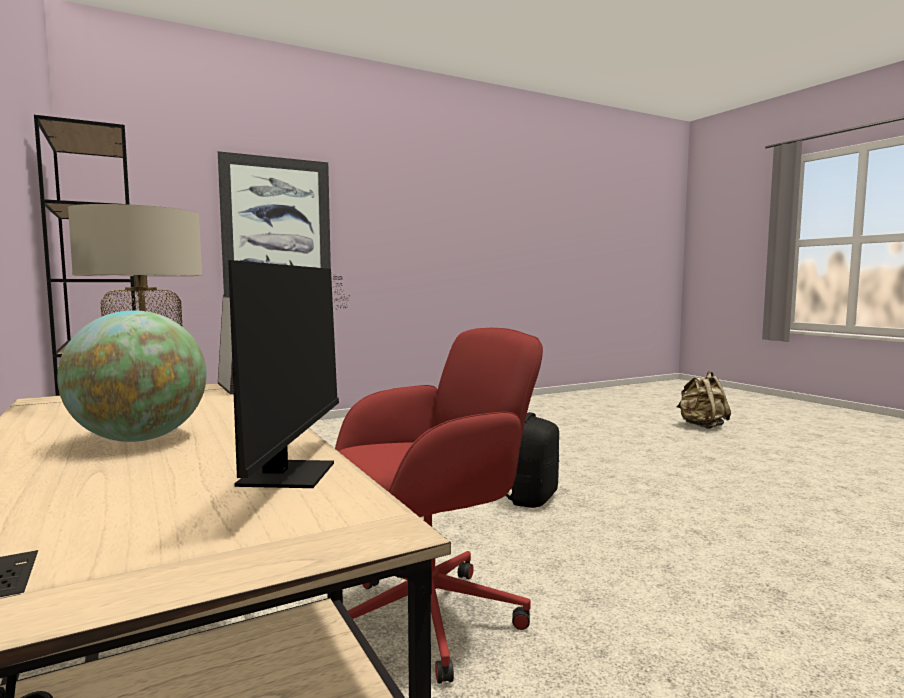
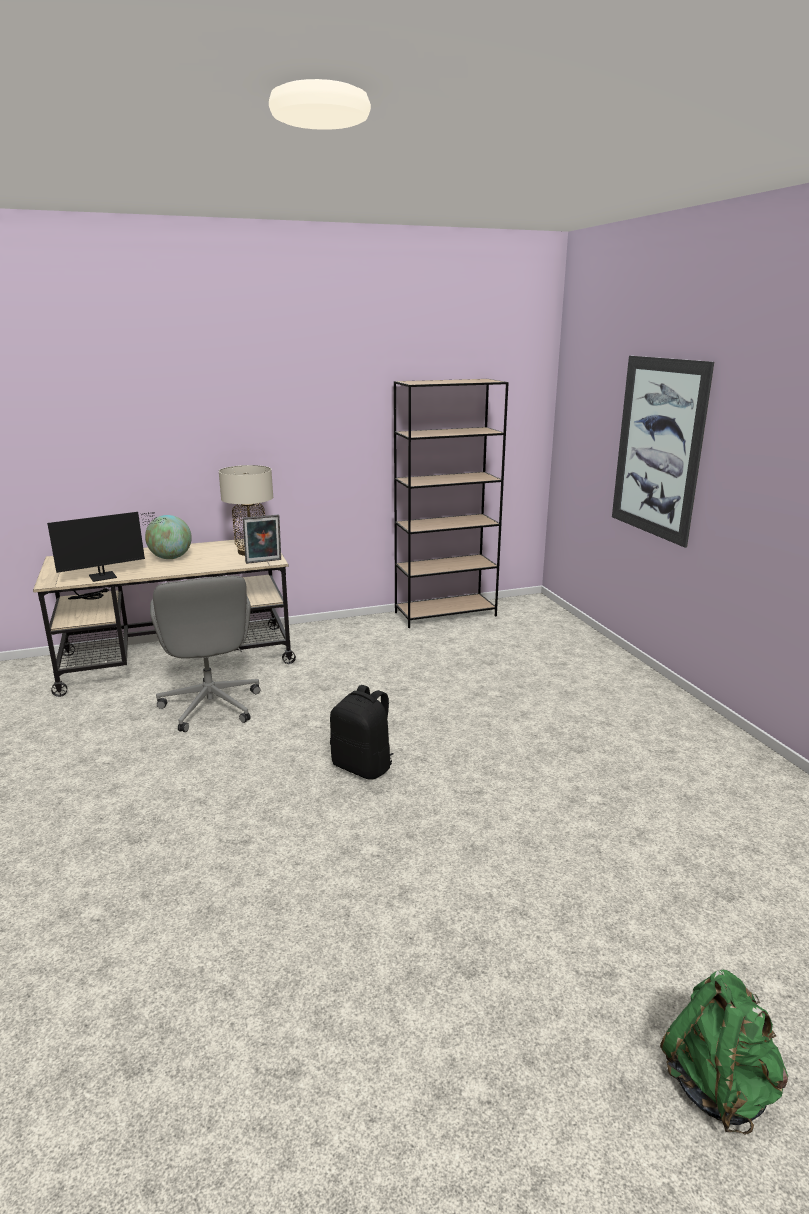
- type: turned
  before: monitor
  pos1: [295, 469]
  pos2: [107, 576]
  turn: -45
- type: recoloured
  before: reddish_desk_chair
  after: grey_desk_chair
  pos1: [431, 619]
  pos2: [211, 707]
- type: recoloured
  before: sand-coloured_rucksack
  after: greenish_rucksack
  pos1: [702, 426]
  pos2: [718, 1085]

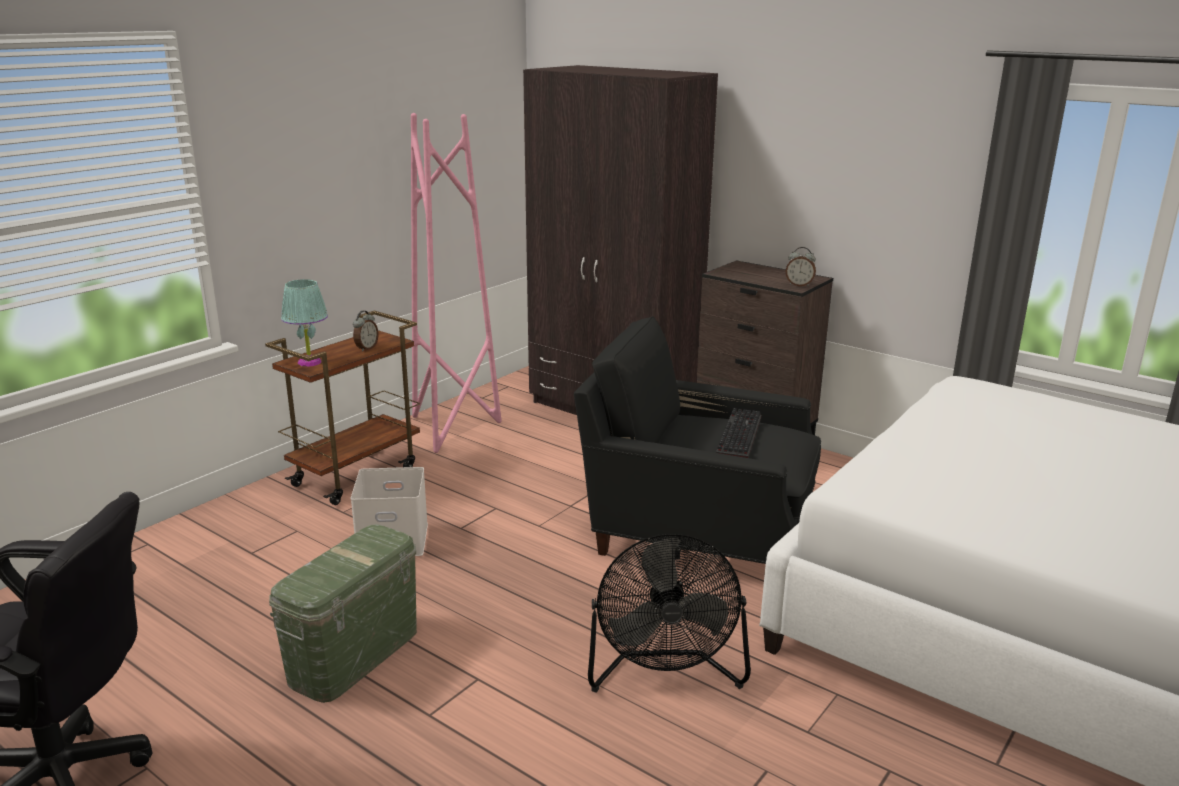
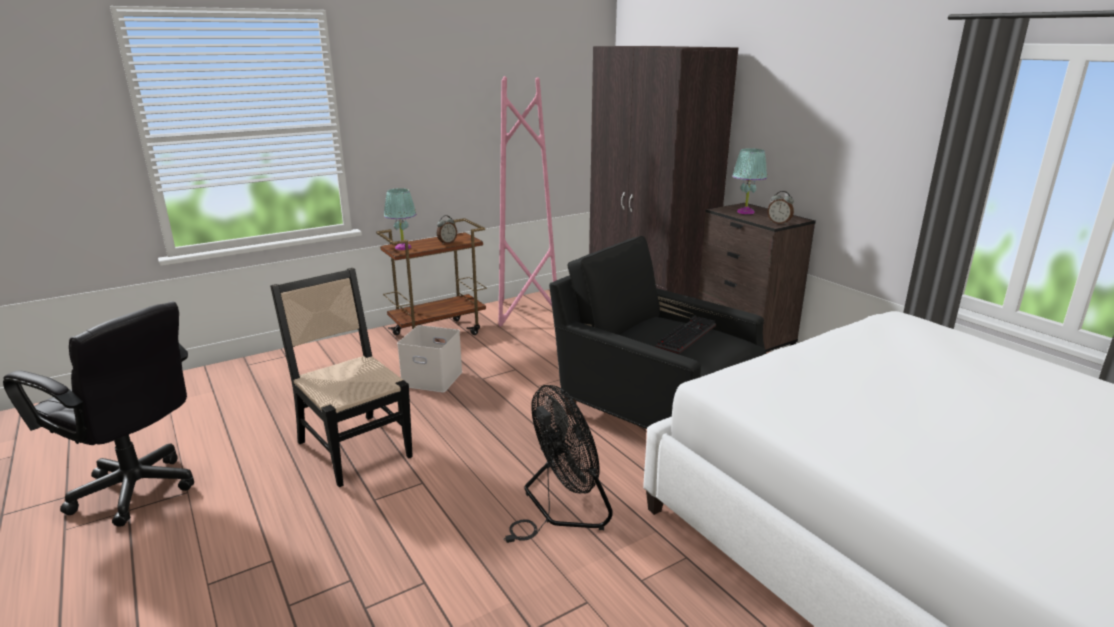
- type: replaced
  before: greenish_storage_box
  after: chair
  pos1: [354, 655]
  pos2: [355, 449]
- type: turned
  before: blackish_electric_fan
  pos1: [658, 669]
  pos2: [554, 505]
  turn: -135
- type: added
  after: turquoise_tabletop_lamp
  pos2: [746, 212]

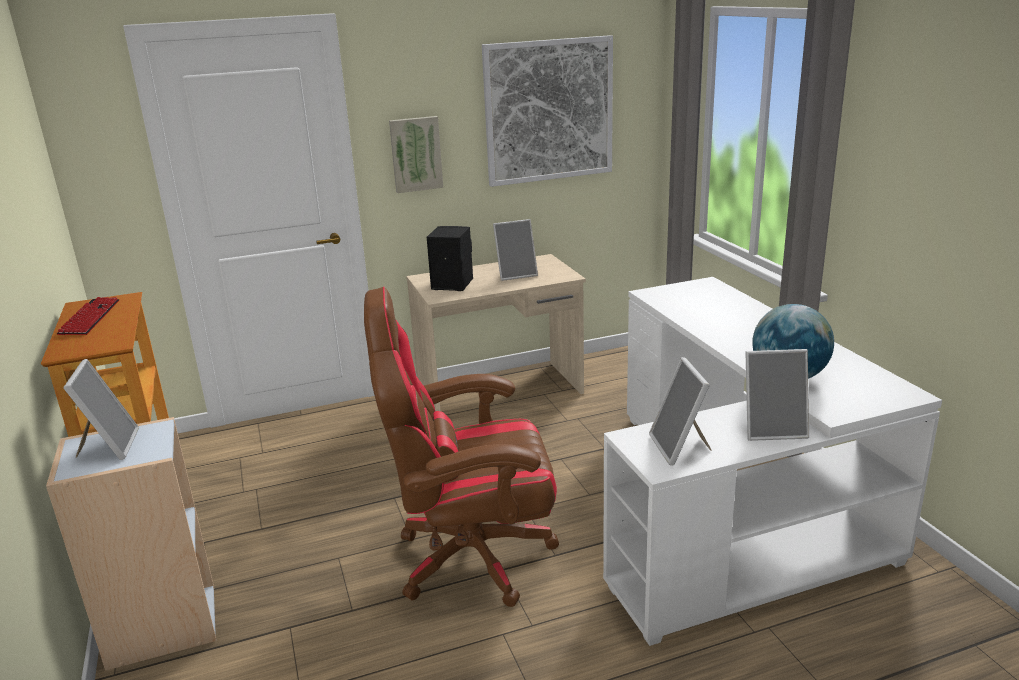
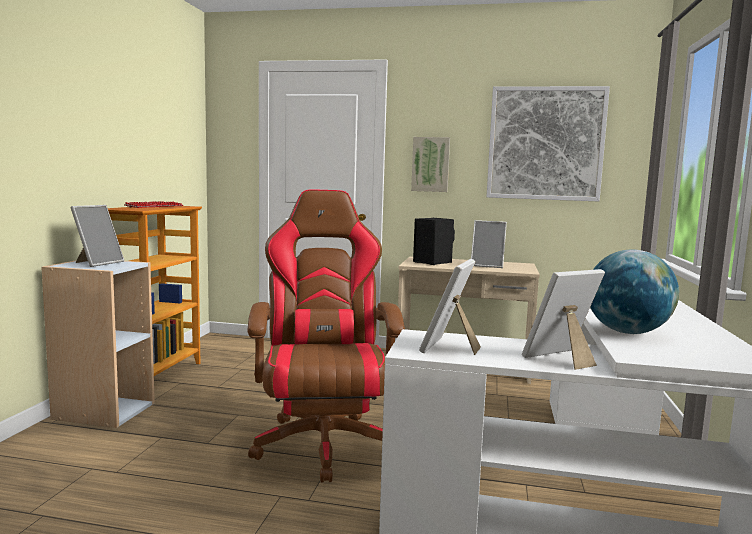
- type: turned
  before: brown_desk_chair
  pos1: [474, 556]
  pos2: [323, 445]
  turn: 60
- type: turned
  before: standing_frame
  pos1: [773, 429]
  pos2: [562, 359]
  turn: 120

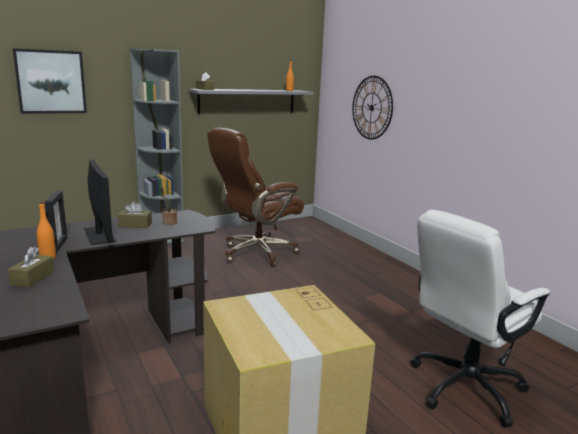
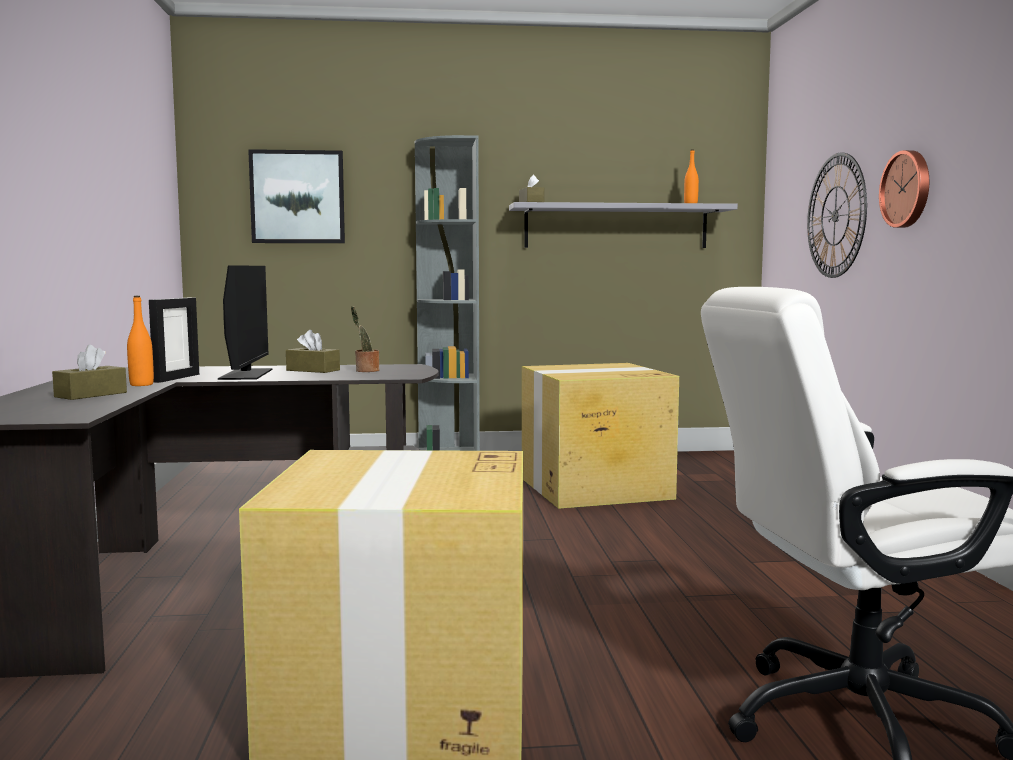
- type: replaced
  before: brown_desk_chair
  after: packing_box
  pos1: [255, 254]
  pos2: [593, 488]
- type: added
  after: wall_clock
  pos2: [907, 189]

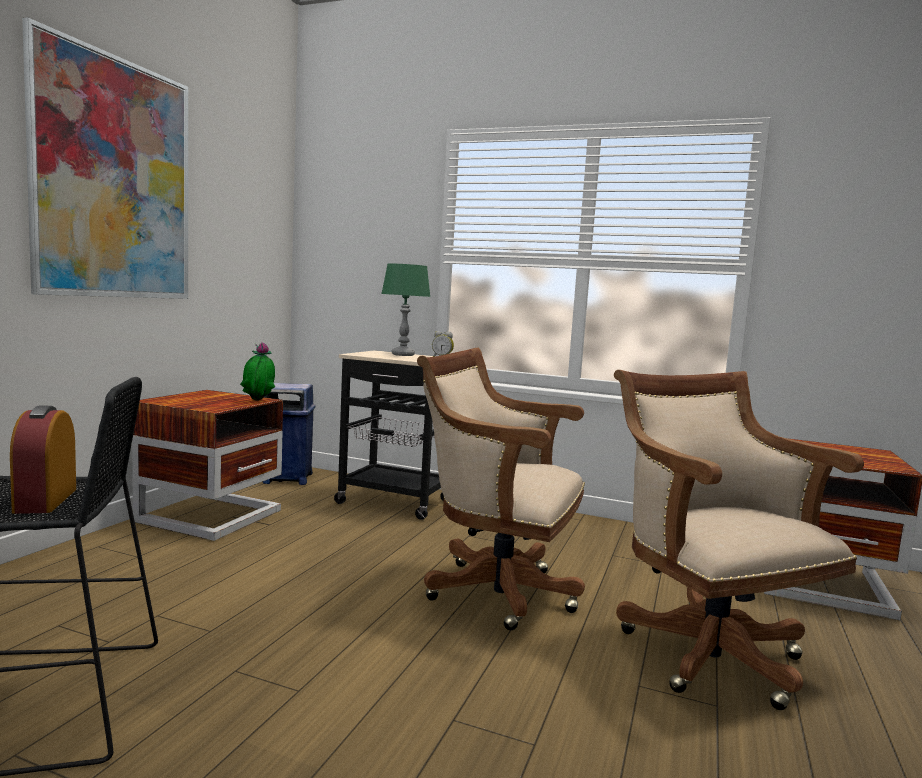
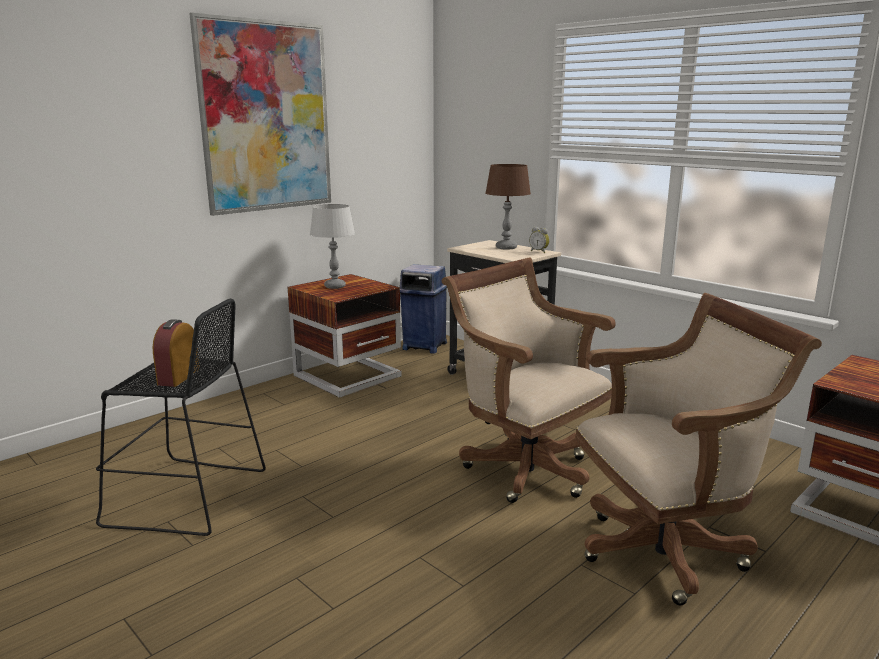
- type: recoloured
  before: greenish_tabletop_lamp
  after: brown_tabletop_lamp
  pos1: [402, 355]
  pos2: [506, 247]
- type: removed
  before: potted_plant
  pos1: [258, 401]
- type: turned
  before: desk_chair
  pos1: [705, 652]
  pos2: [668, 551]
  turn: 75
- type: added
  after: grey_tabletop_lamp
  pos2: [334, 286]

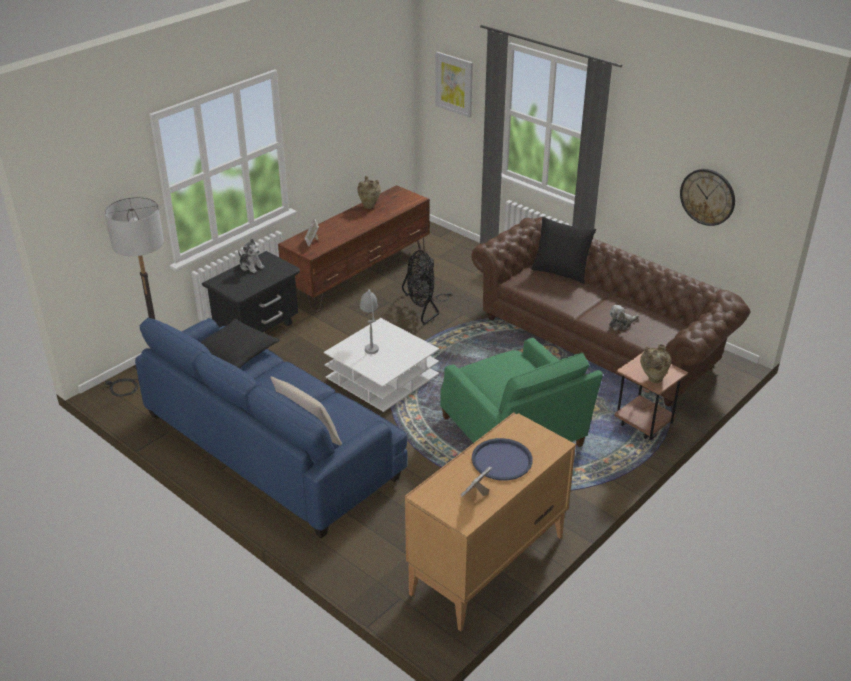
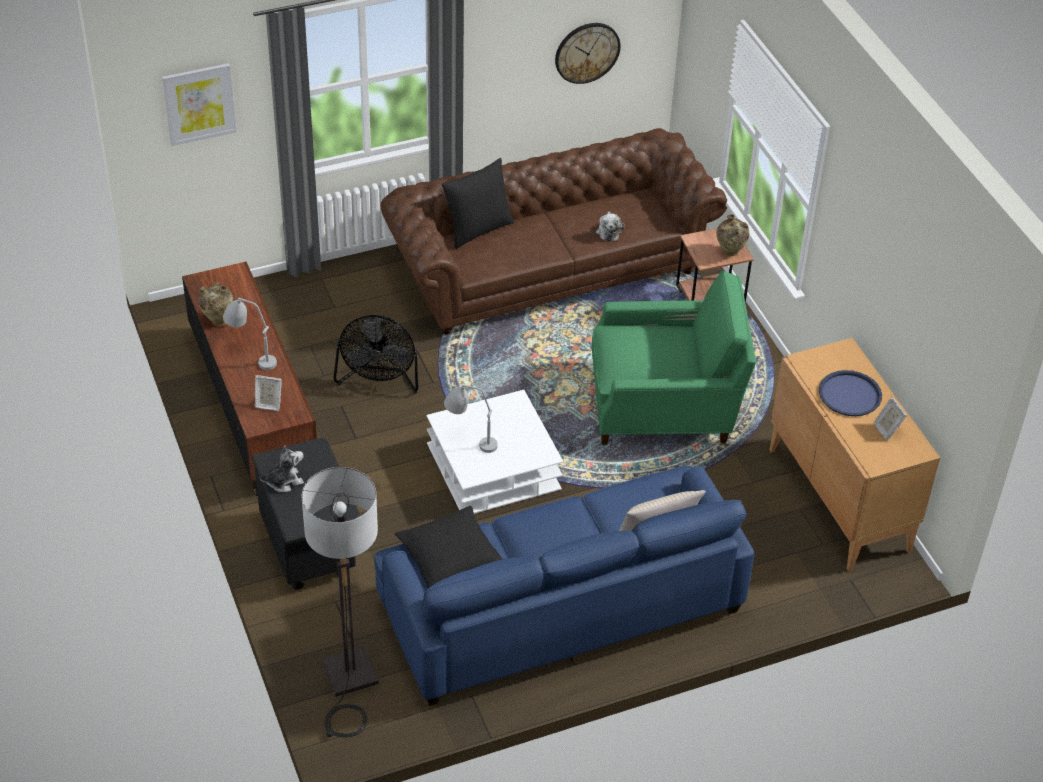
- type: added
  after: grey_tabletop_lamp
  pos2: [250, 356]

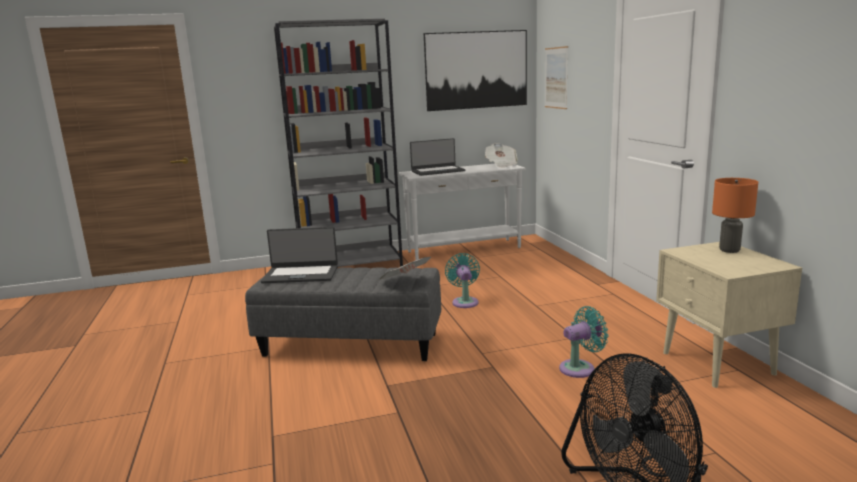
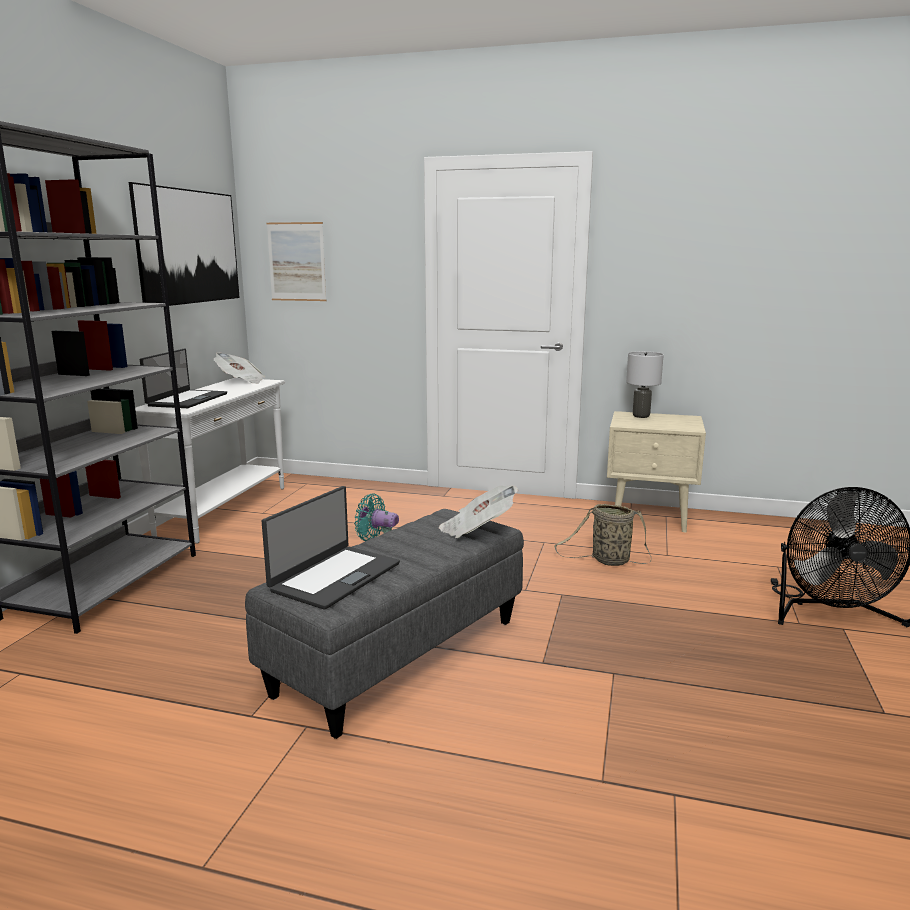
- type: recoloured
  before: orange-coloured_tabletop_lamp
  after: white-coloured_tabletop_lamp
  pos1: [729, 251]
  pos2: [641, 416]
- type: replaced
  before: turquoise_electric_fan
  after: household_basket
  pos1: [580, 368]
  pos2: [607, 561]

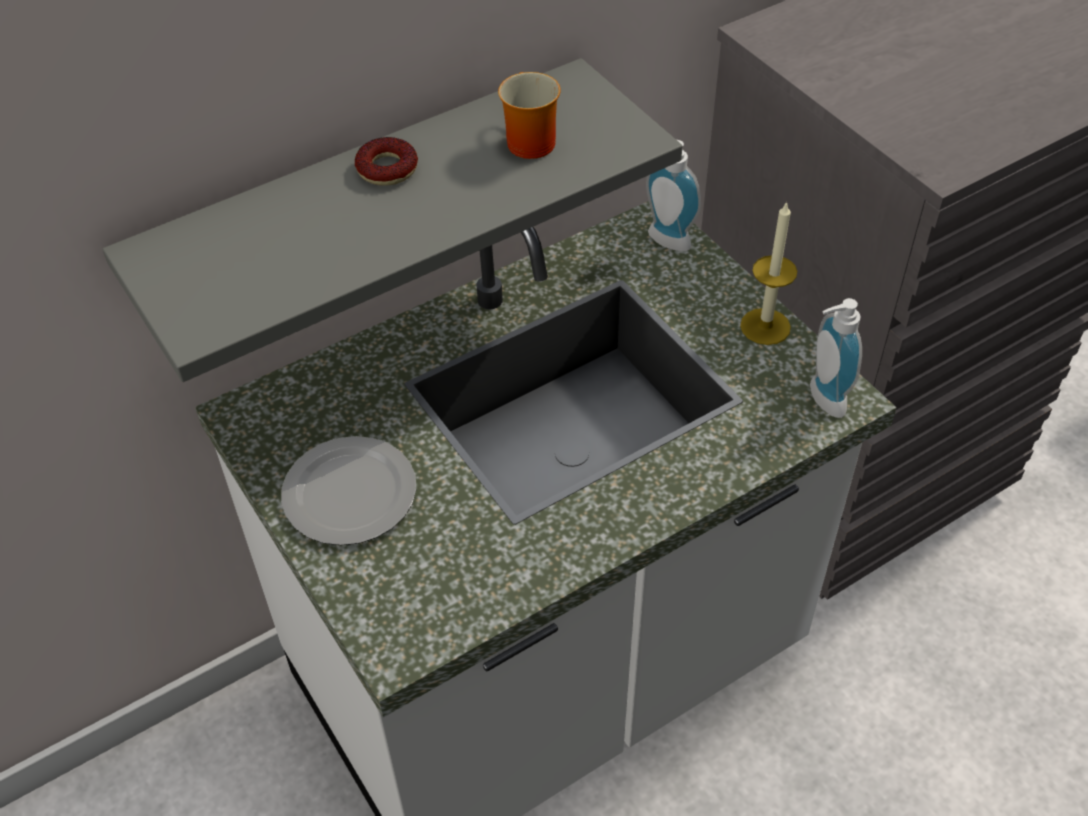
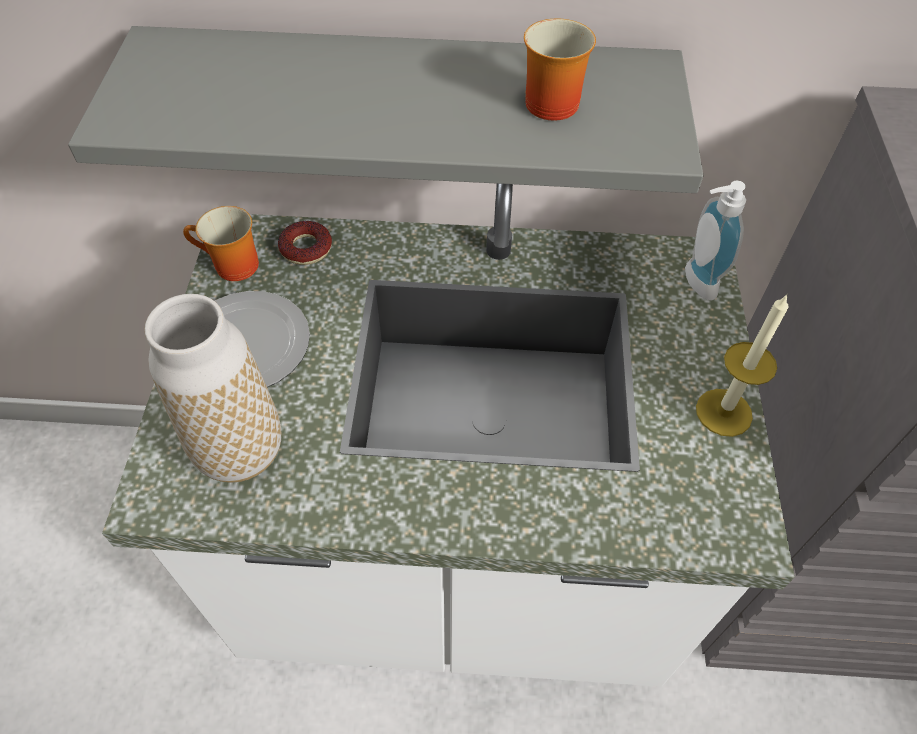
- type: moved
  before: donut
  pos1: [387, 169]
  pos2: [306, 248]
- type: removed
  before: soap_bottle
  pos1: [821, 400]
- type: added
  after: coffee_mug
  pos2: [231, 267]
- type: added
  after: decorative_vase
  pos2: [240, 451]

